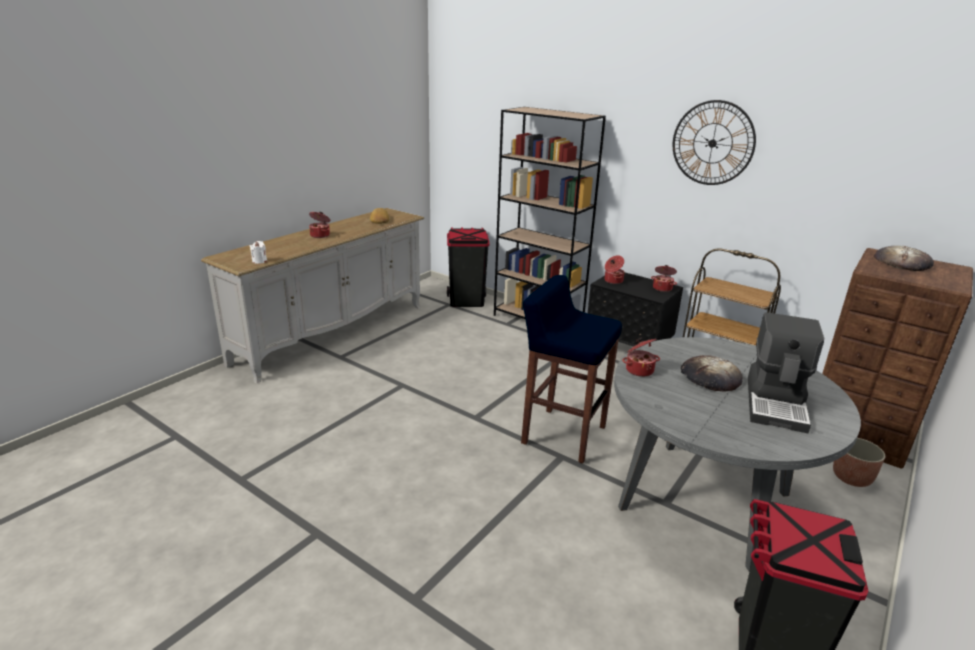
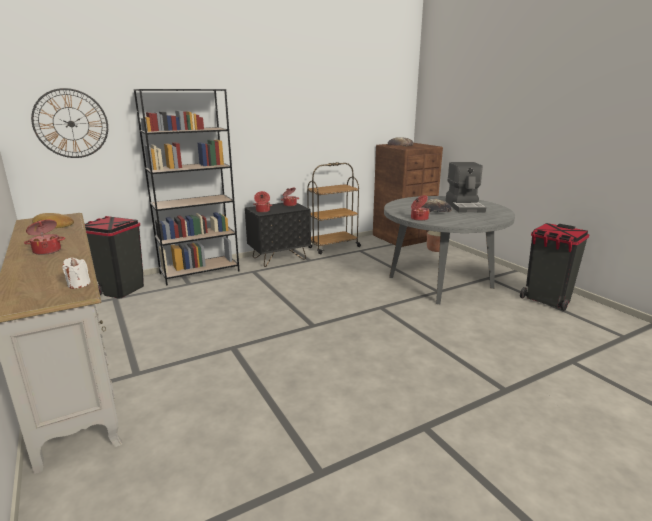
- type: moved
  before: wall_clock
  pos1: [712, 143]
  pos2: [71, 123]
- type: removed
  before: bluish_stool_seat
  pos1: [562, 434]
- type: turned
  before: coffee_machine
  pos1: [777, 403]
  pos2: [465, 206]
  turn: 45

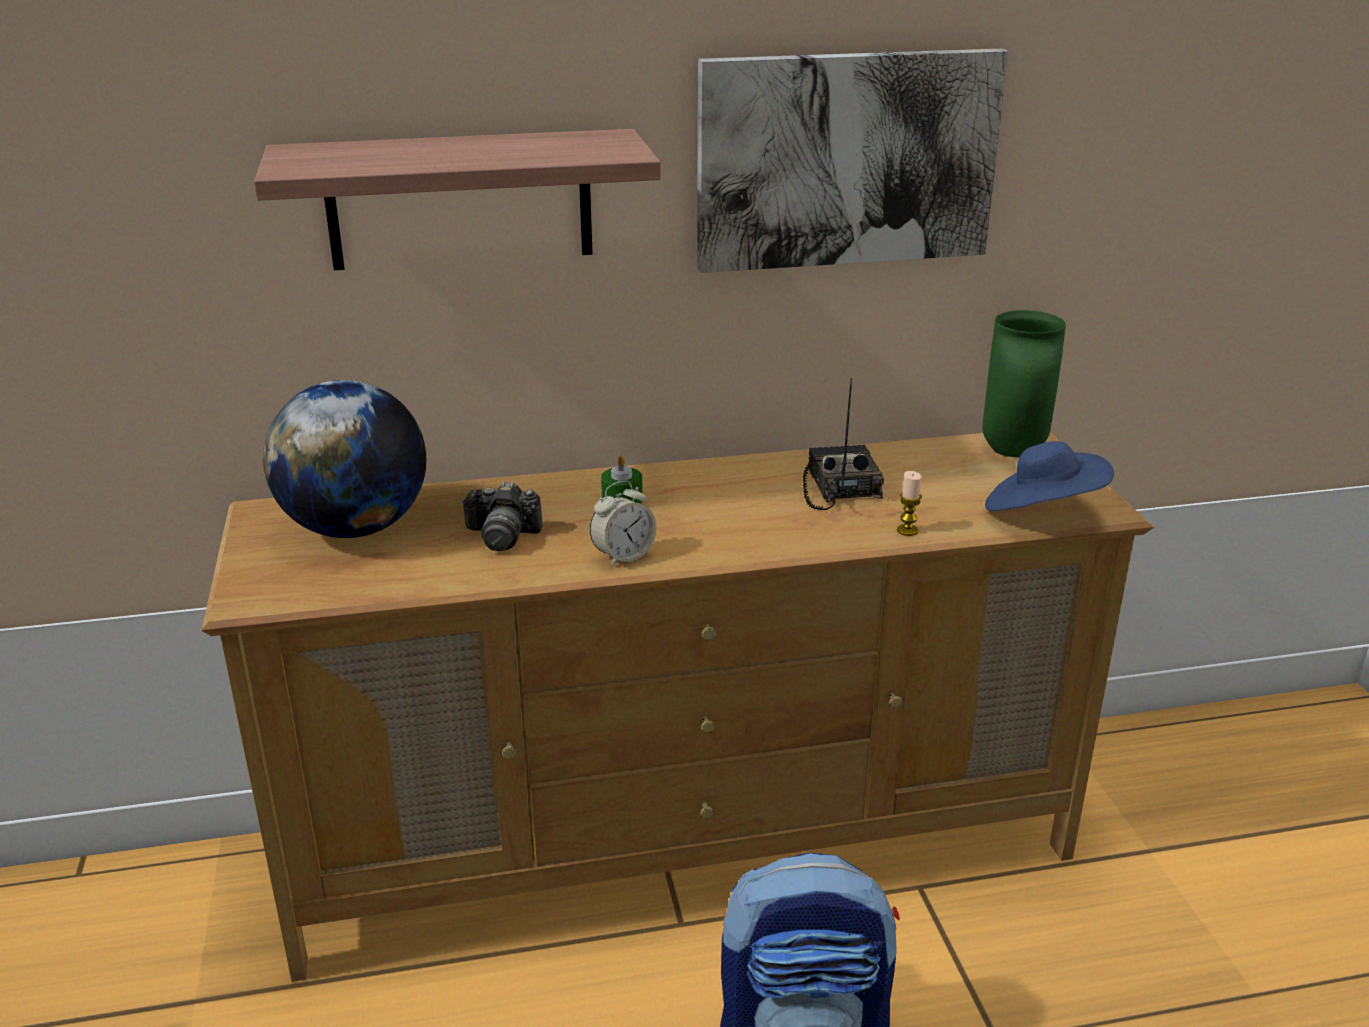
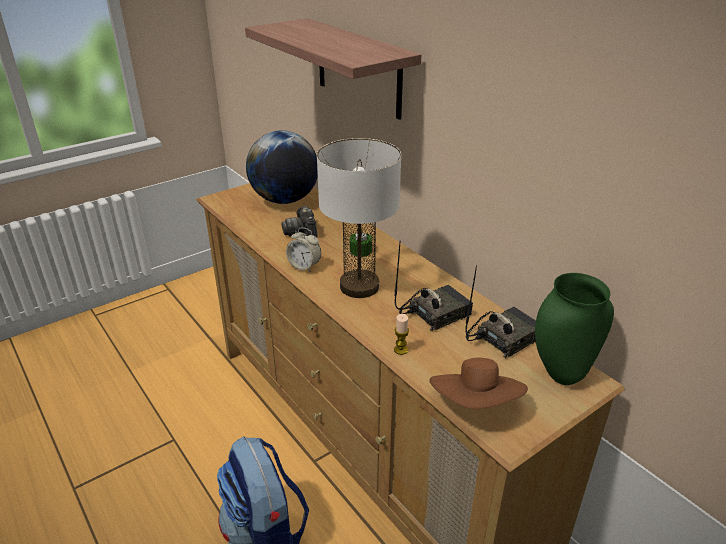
- type: removed
  before: wall_art
  pos1: [846, 159]
- type: recoloured
  before: bluish_clothing_hat
  after: brown_clothing_hat
  pos1: [1042, 511]
  pos2: [476, 404]
- type: added
  after: tabletop_lamp
  pos2: [359, 286]
- type: added
  after: radio
  pos2: [503, 337]

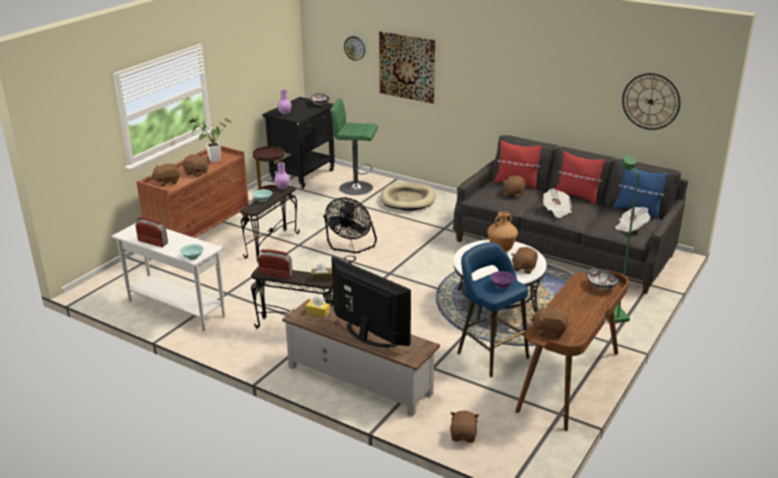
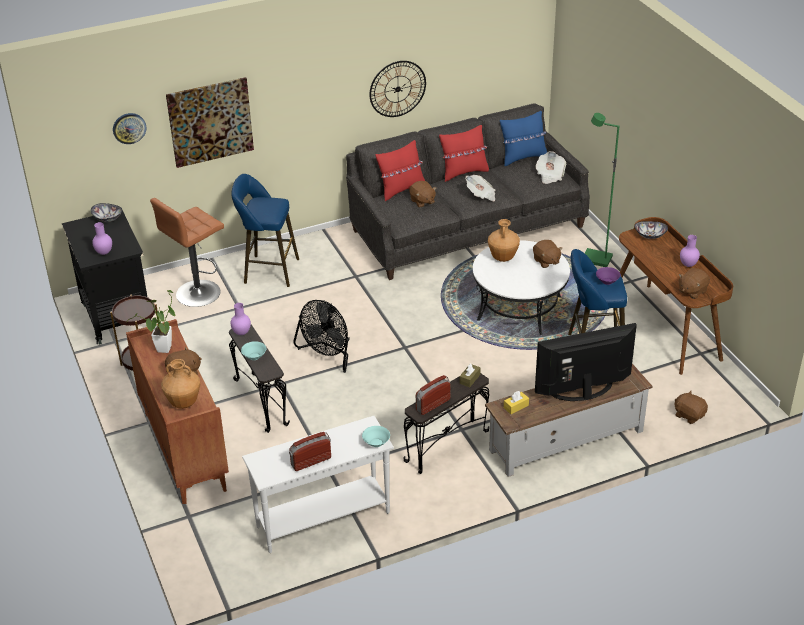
- type: moved
  before: wall_clock
  pos1: [650, 101]
  pos2: [397, 89]
- type: recoloured
  before: greenish_stool_seat
  after: brown_stool_seat
  pos1: [355, 188]
  pos2: [197, 293]
- type: replaced
  before: brown_plush_toy
  after: brown_decorative_vase
  pos1: [167, 182]
  pos2: [184, 403]
- type: replaced
  before: sand-coloured_dog_cushion
  after: bluish_stool_seat
  pos1: [408, 199]
  pos2: [268, 271]
- type: turned
  before: blackish_electric_fan
  pos1: [348, 248]
  pos2: [327, 353]
  turn: -105
- type: added
  after: purplish_decorative_vase
  pos2: [688, 265]

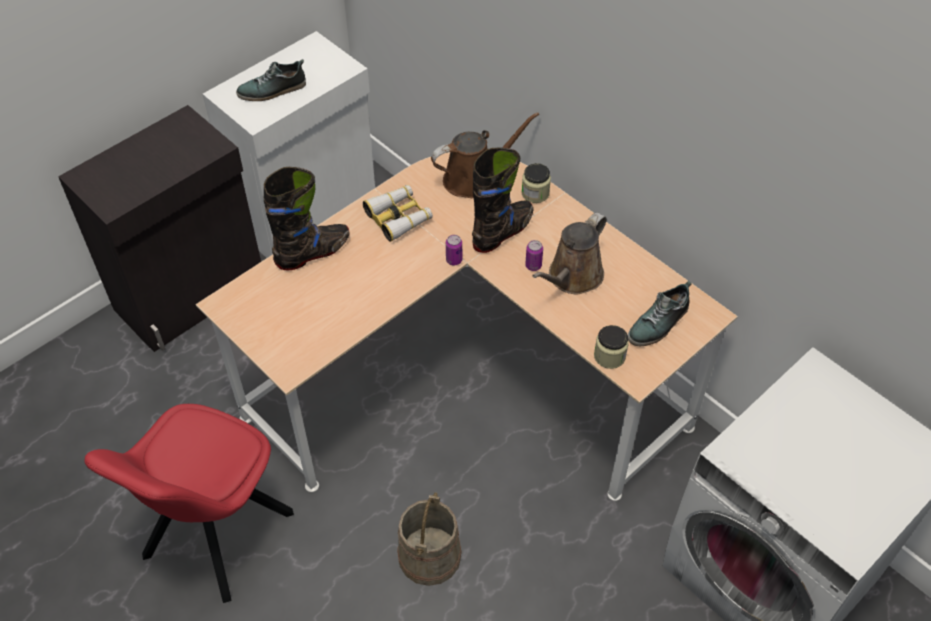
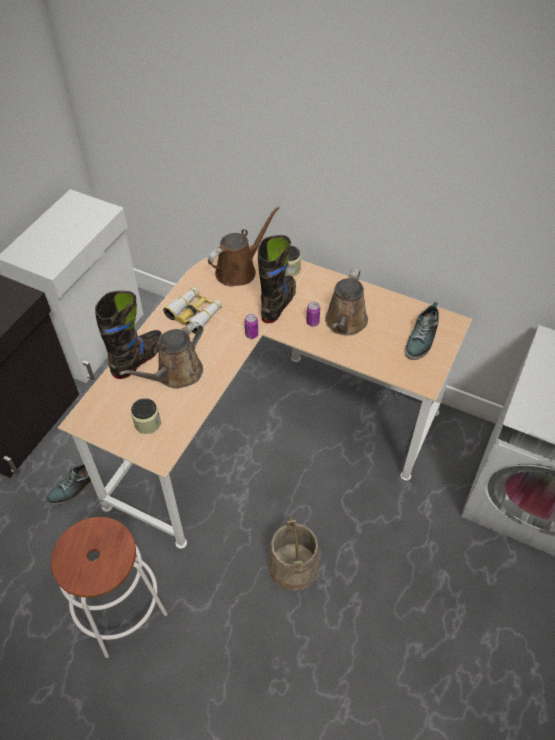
- type: moved
  before: item_of_footwear
  pos1: [272, 90]
  pos2: [74, 487]
- type: moved
  before: jar
  pos1: [609, 356]
  pos2: [147, 423]
- type: replaced
  before: reddish_chair
  after: white-coloured_stool_seat
  pos1: [216, 534]
  pos2: [120, 608]
- type: added
  after: brown_watering_can
  pos2: [176, 374]

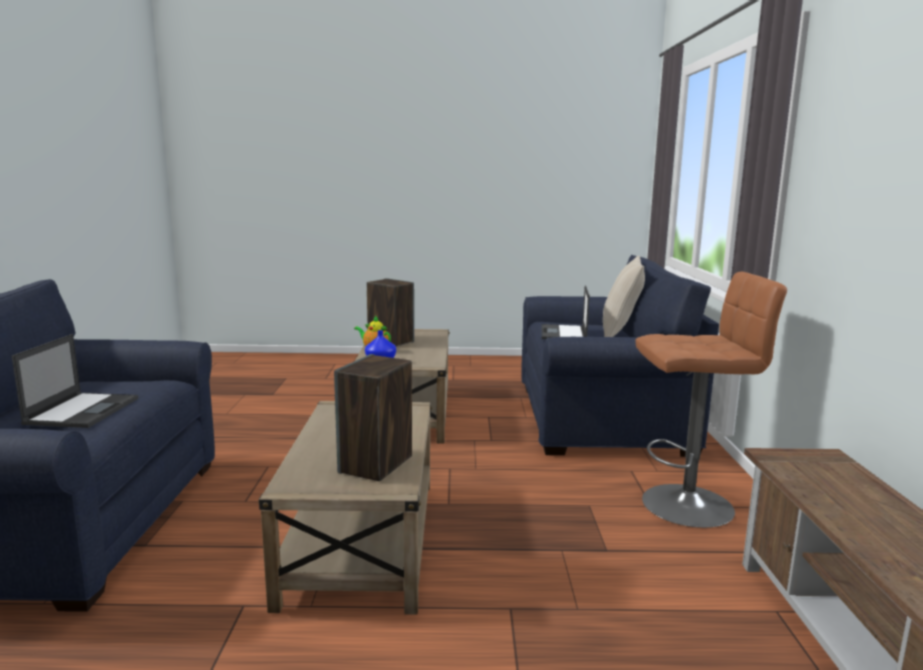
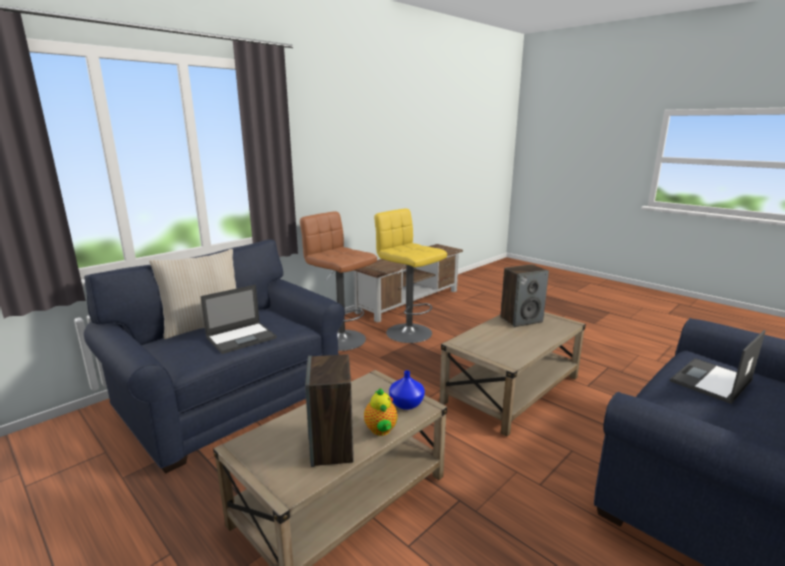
- type: added
  after: yellow_stool_seat
  pos2: [409, 333]

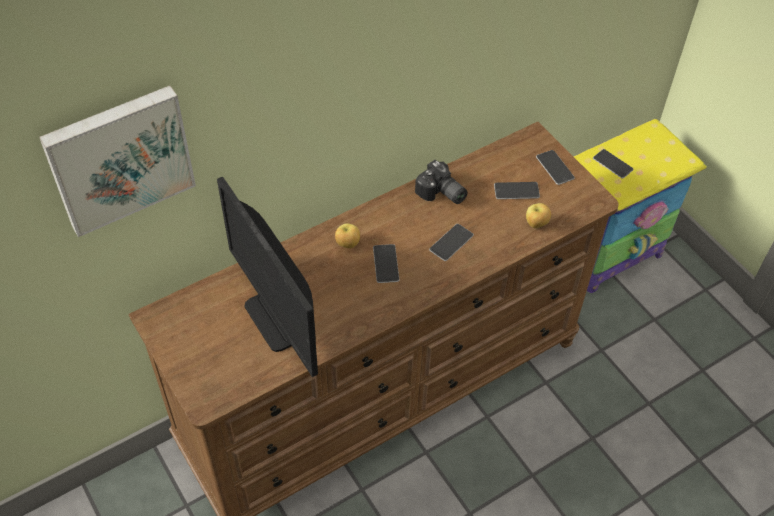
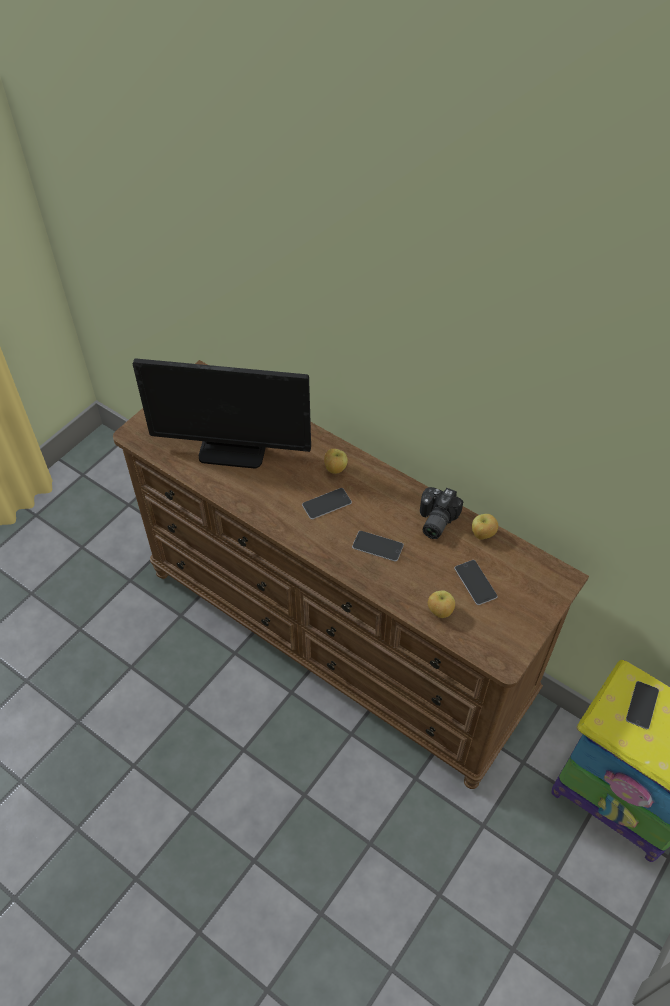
- type: removed
  before: wall_art
  pos1: [119, 158]
- type: removed
  before: handset
  pos1: [555, 167]
- type: turned
  before: monitor
  pos1: [278, 318]
  pos2: [233, 449]
  turn: -120
- type: added
  after: whole_apple
  pos2: [482, 535]

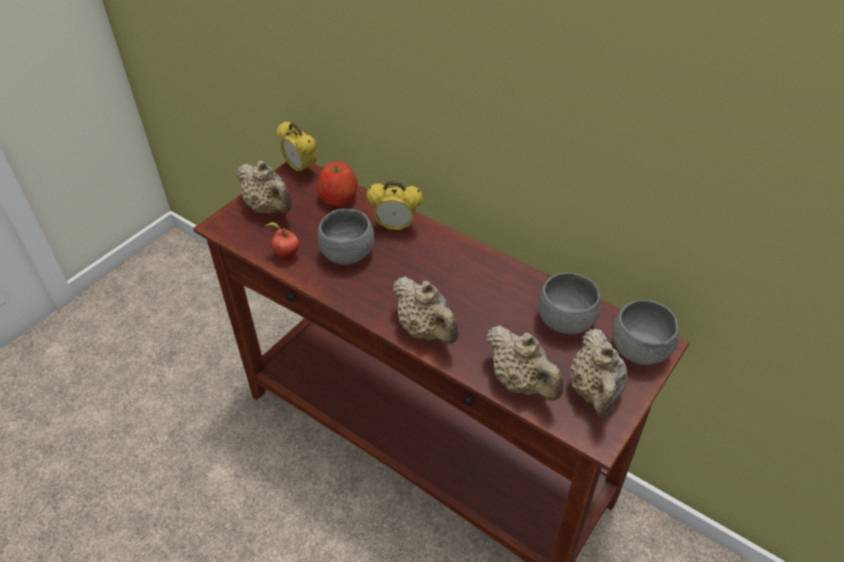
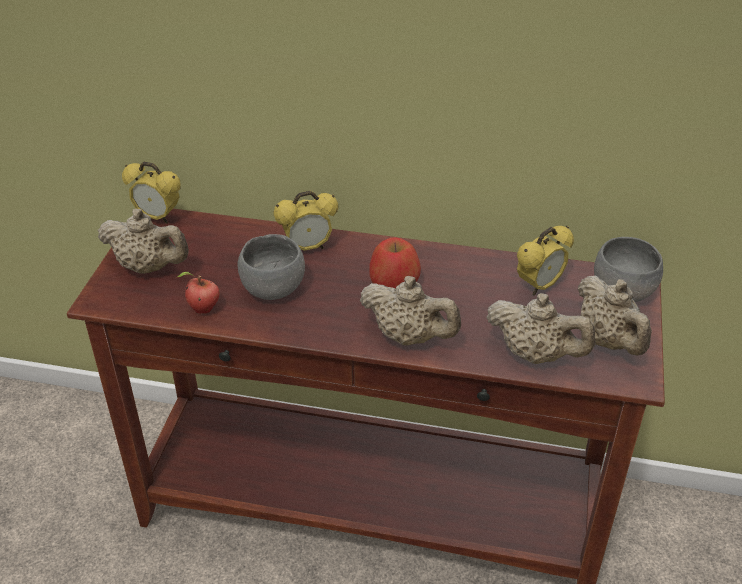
- type: moved
  before: whole_apple
  pos1: [338, 198]
  pos2: [394, 283]
- type: replaced
  before: grey_deep_dish
  after: table_clock
  pos1: [566, 321]
  pos2: [539, 286]

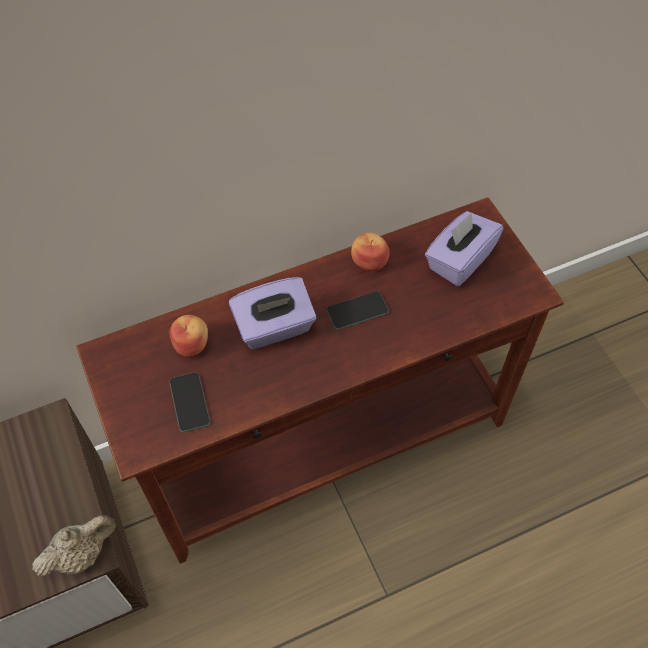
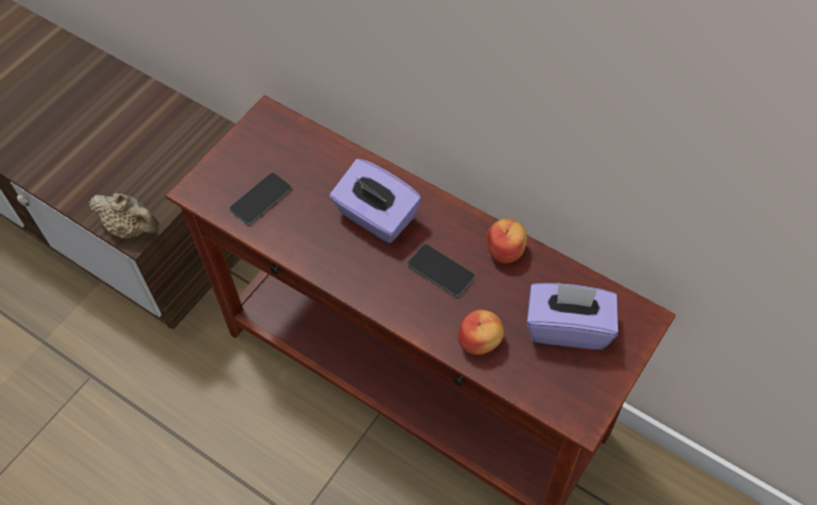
- type: moved
  before: whole_apple
  pos1: [192, 344]
  pos2: [480, 342]

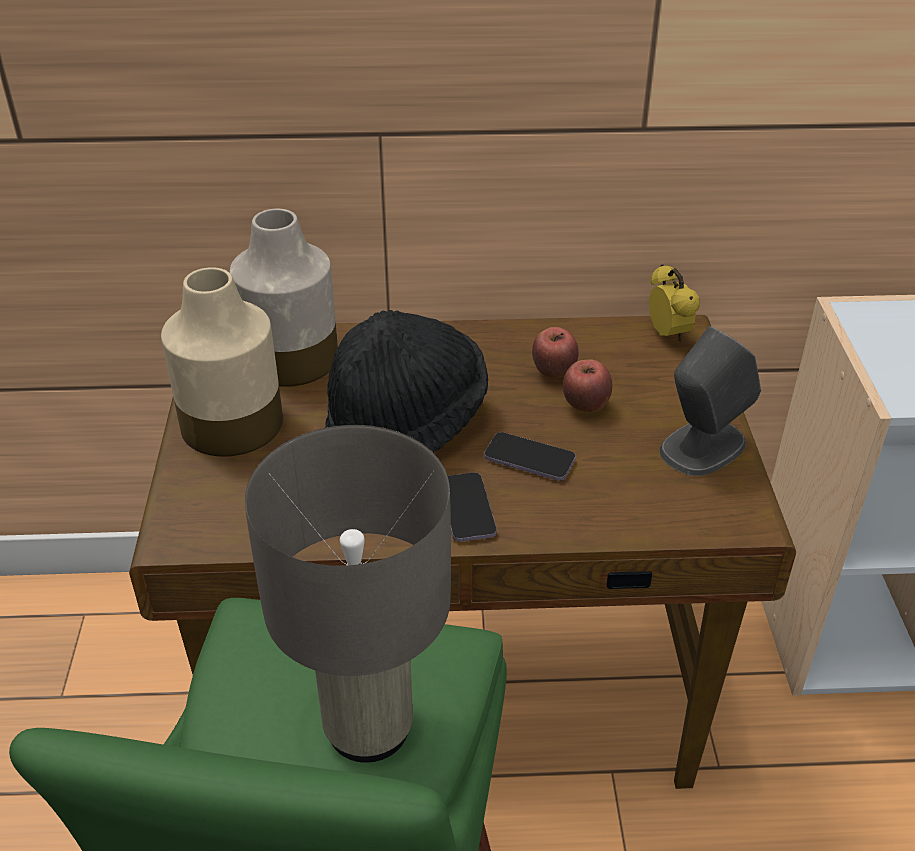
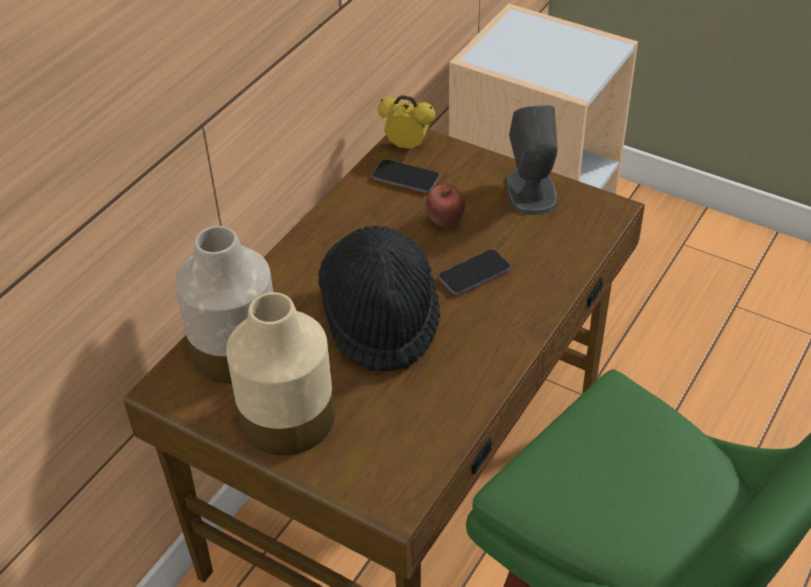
- type: removed
  before: whole_apple
  pos1: [553, 373]
- type: removed
  before: grey_tabletop_lamp
  pos1: [369, 725]
- type: moved
  before: handset
  pos1: [467, 509]
  pos2: [405, 178]

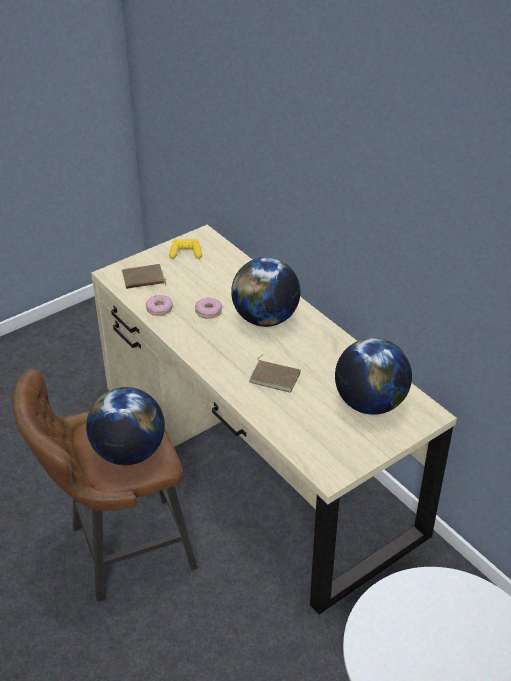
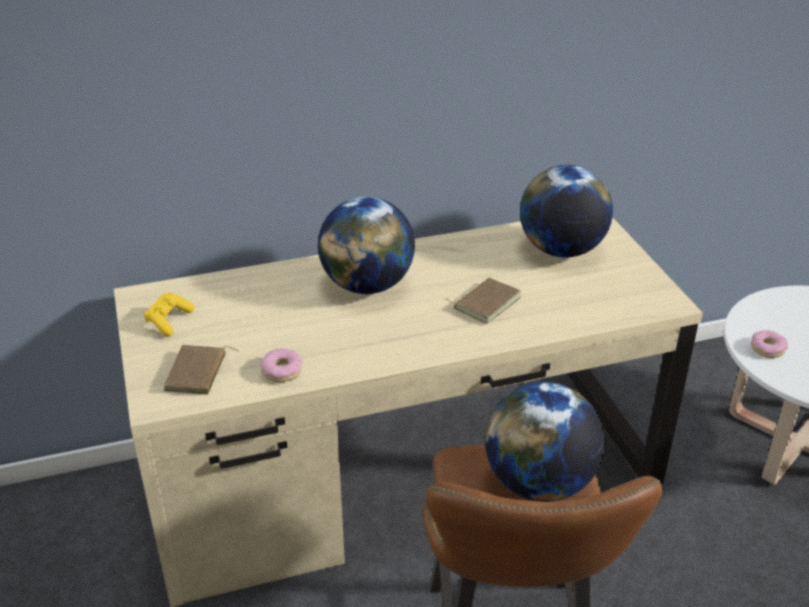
- type: moved
  before: donut
  pos1: [208, 311]
  pos2: [767, 349]

